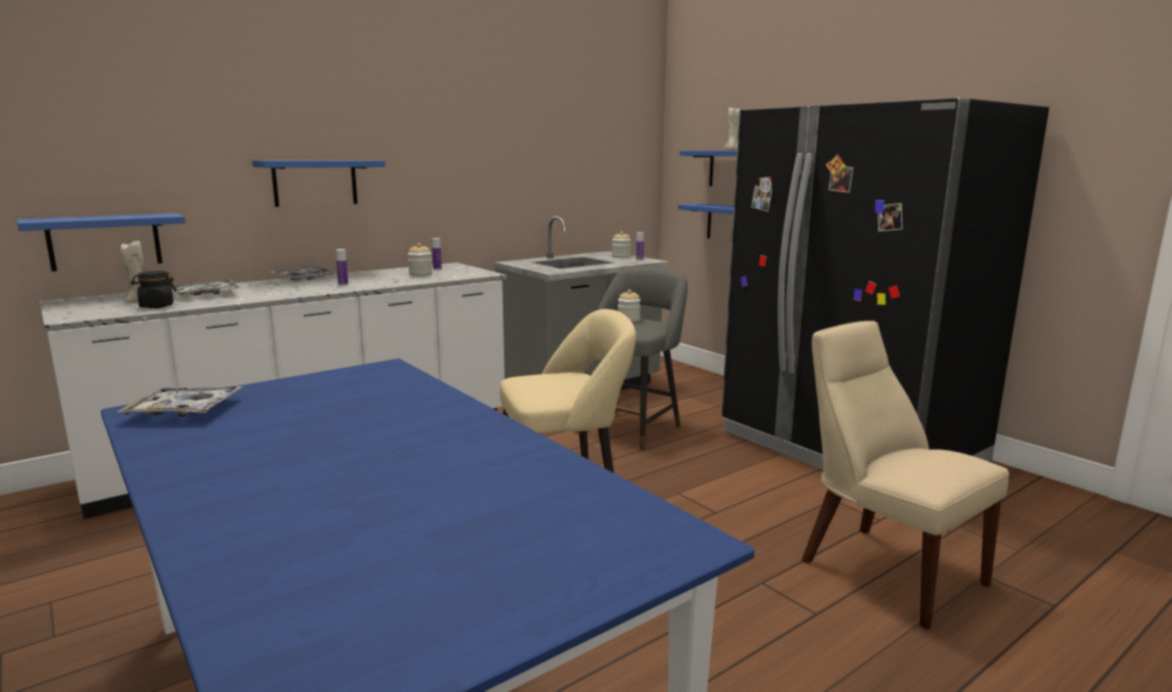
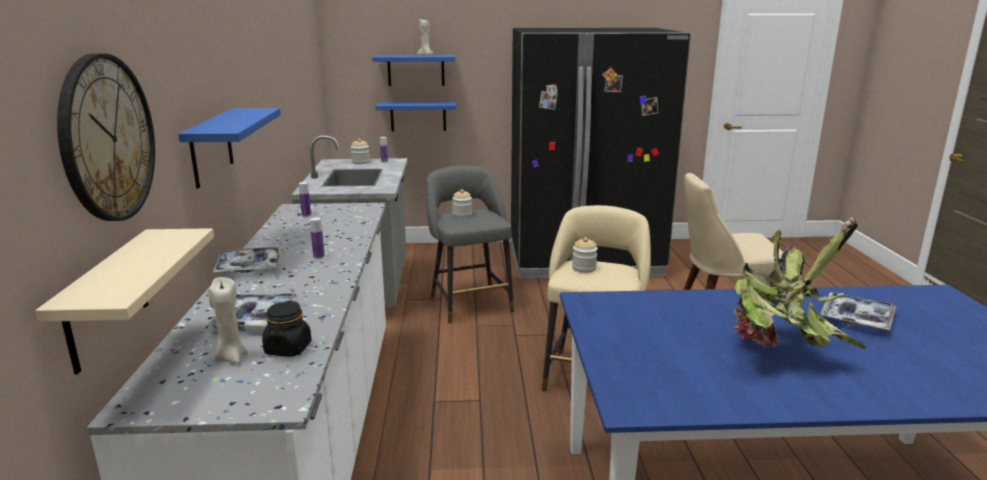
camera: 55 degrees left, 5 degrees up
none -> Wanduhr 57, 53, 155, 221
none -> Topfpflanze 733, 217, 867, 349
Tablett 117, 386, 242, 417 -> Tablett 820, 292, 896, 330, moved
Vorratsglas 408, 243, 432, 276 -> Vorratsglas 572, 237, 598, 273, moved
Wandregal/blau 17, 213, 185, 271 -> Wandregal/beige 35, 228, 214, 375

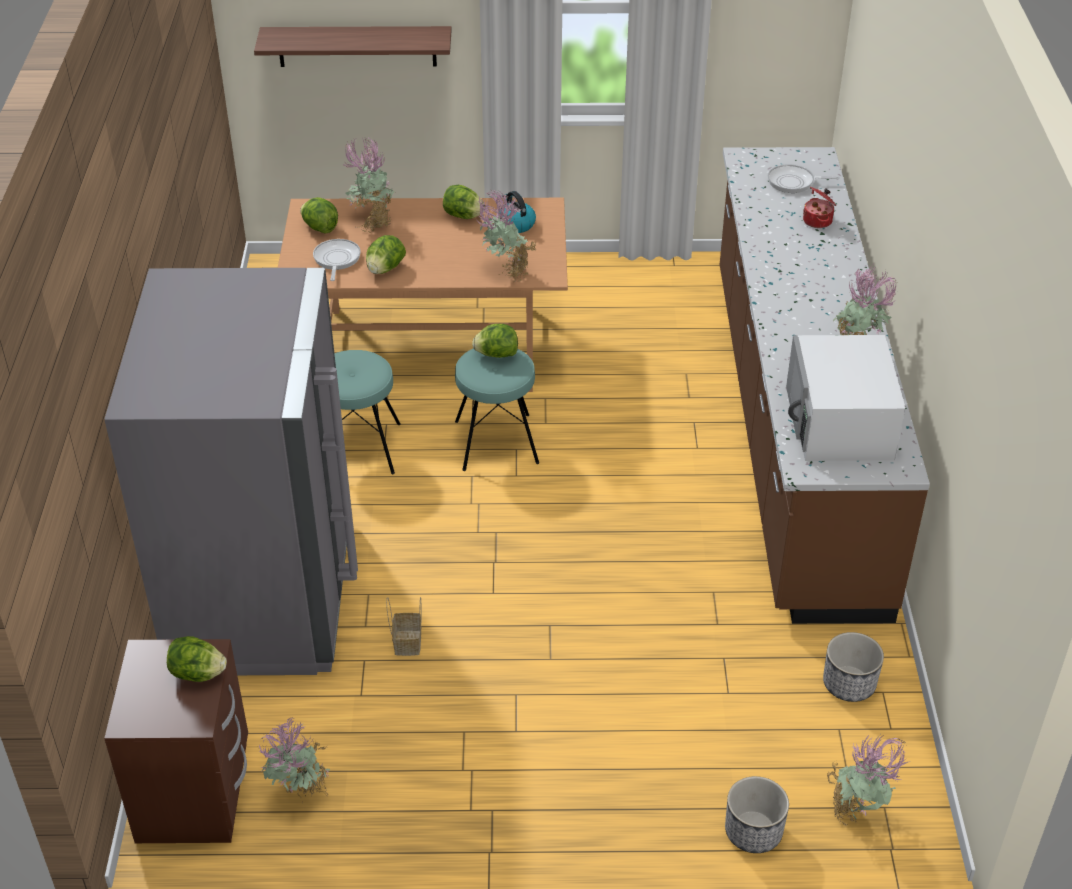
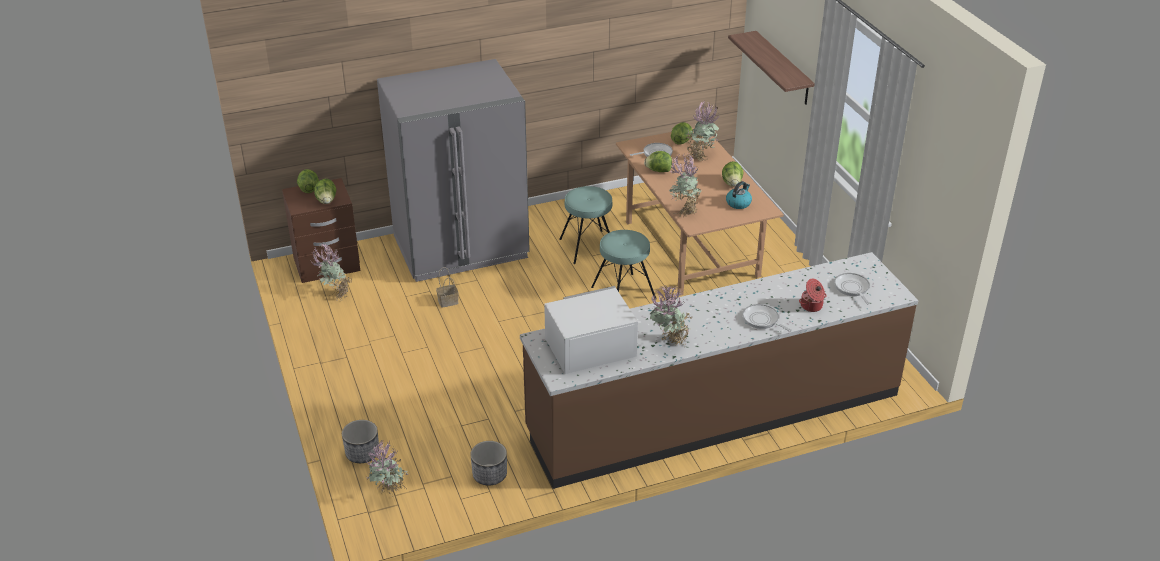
camera: 70 degrees right, 5 degrees down
none -> Pfanne 743, 304, 792, 332
Salatkopf 472, 324, 518, 358 -> Salatkopf 297, 169, 319, 193, moved

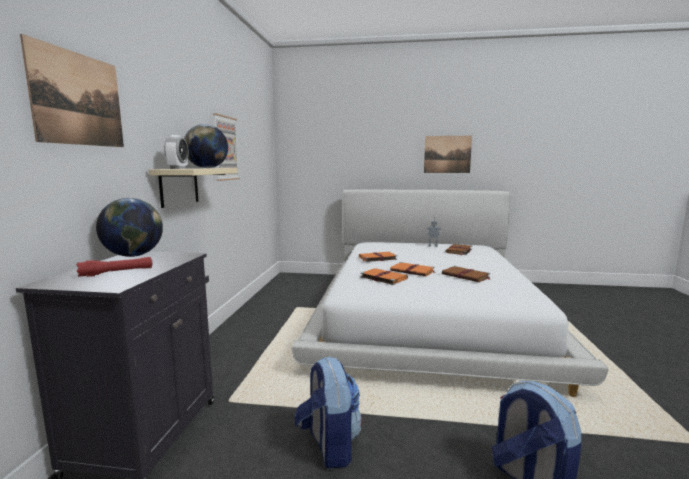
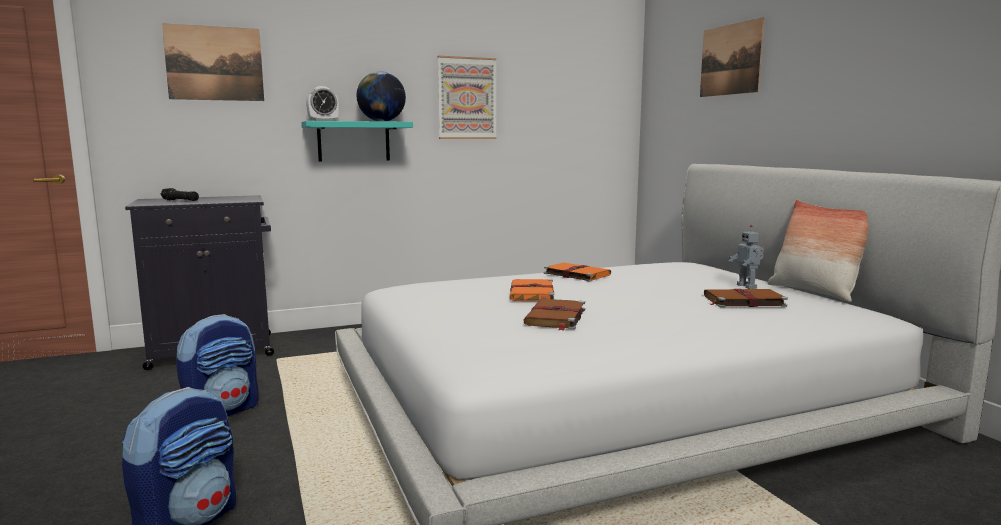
camera: 60 degrees right, 0 degrees up
Globus 96, 198, 163, 257 -> none
Buch/orange 360, 268, 408, 285 -> none
none -> Kissen 767, 200, 868, 302
Bild 424, 136, 472, 173 -> Bild 700, 17, 764, 97, moved
Taschenlampe/rot 76, 257, 153, 277 -> Taschenlampe/schwarz 161, 188, 199, 201
Wandregal/beige 149, 168, 238, 208 -> Wandregal/türkis 301, 121, 413, 161

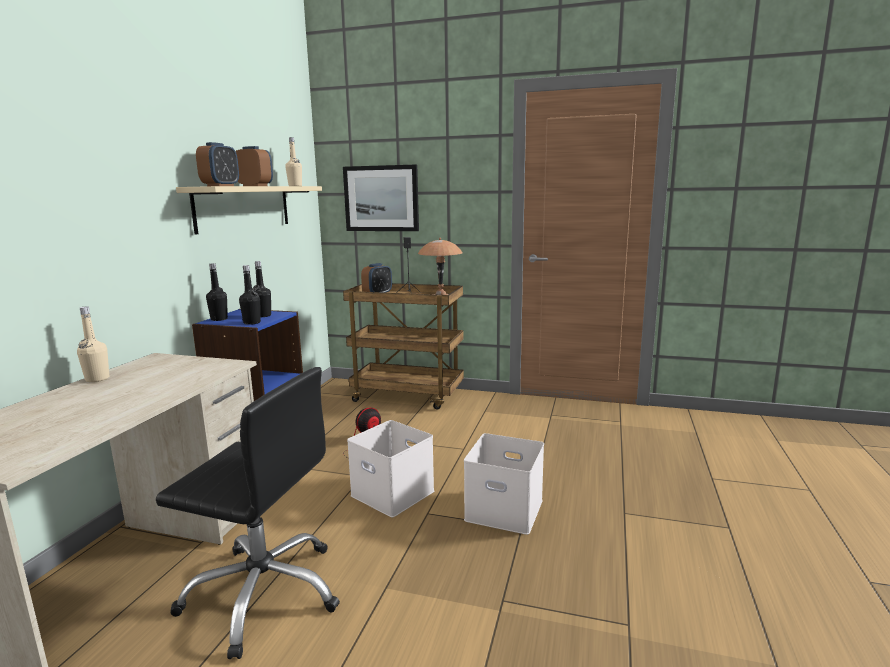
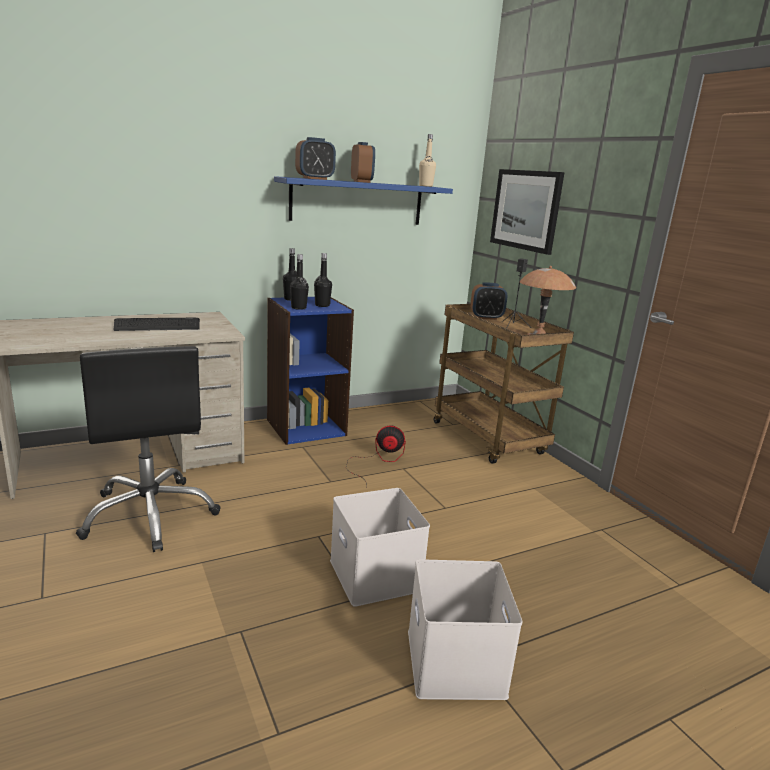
camera: 45 degrees right, 5 degrees up
Flasche/beige 77, 306, 109, 382 -> none
none -> Tastatur 113, 318, 200, 331
Aufbewahrungsbox/weiß 347, 420, 434, 517 -> Aufbewahrungsbox/weiß 408, 559, 522, 700, moved
Wandregal/beige 176, 186, 322, 235 -> Wandregal/blau 274, 176, 453, 225

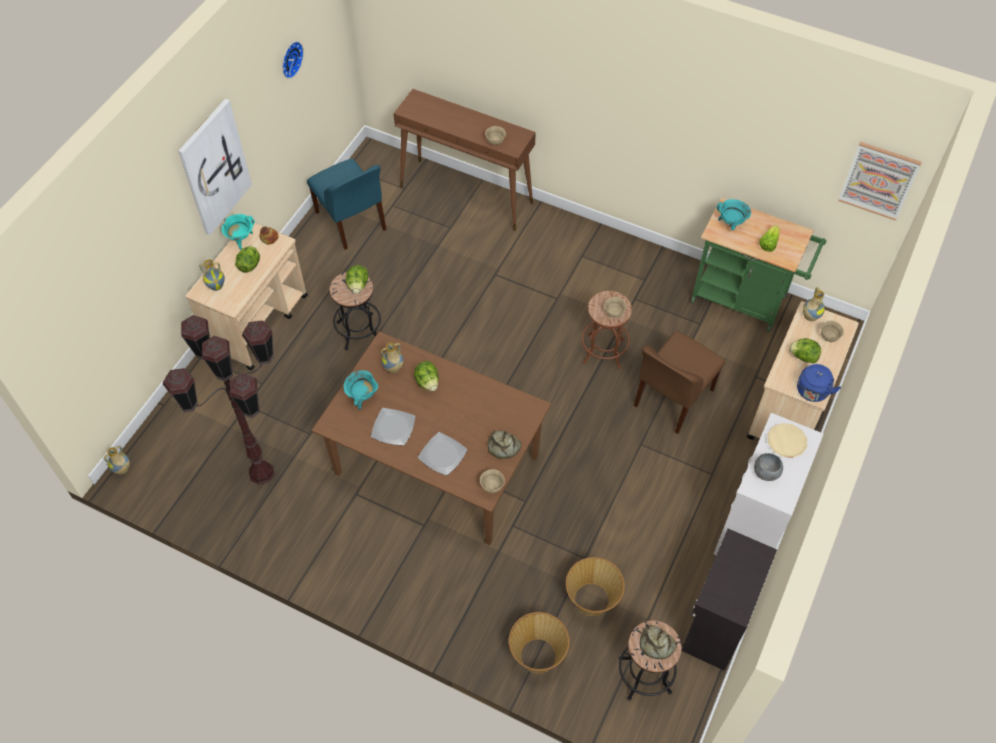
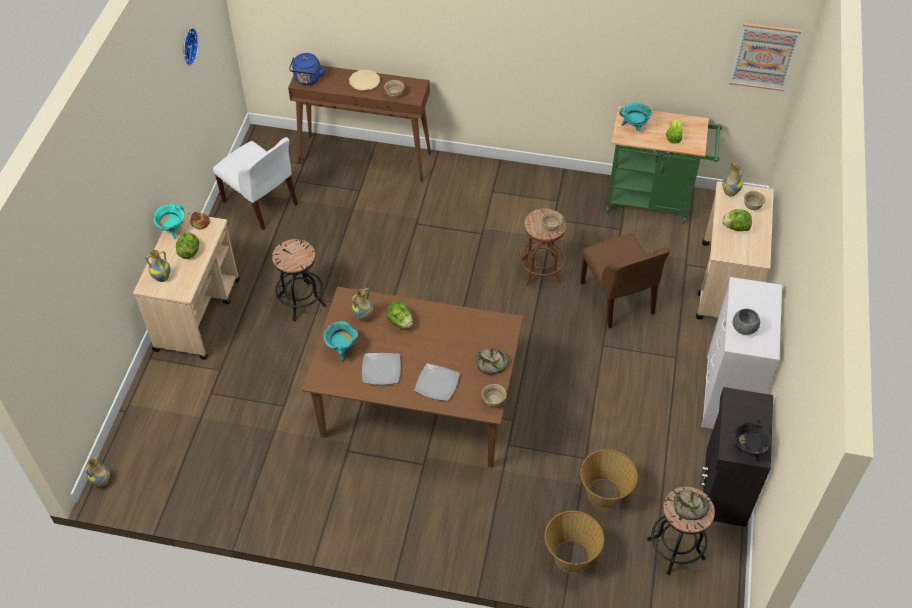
camera: 15 degrees left, 5 degrees down
Stehlampe/braun 163, 315, 275, 485 -> none
Bild 178, 99, 252, 235 -> none
Salatkopf 345, 265, 368, 294 -> none
none -> Kochtopf/schwarz 733, 419, 771, 461
Teller/beige 768, 423, 807, 458 -> Teller/beige 349, 70, 380, 91, moved
Wasserkessel/blau 797, 364, 841, 402 -> Wasserkessel/blau 289, 53, 326, 85, moved
Stuhl/blau 307, 159, 386, 250 -> Stuhl/weiß 213, 137, 298, 230
Stuhl/braun 634, 331, 725, 434 -> Stuhl/braun 580, 234, 670, 328, 45 degrees counterclockwise

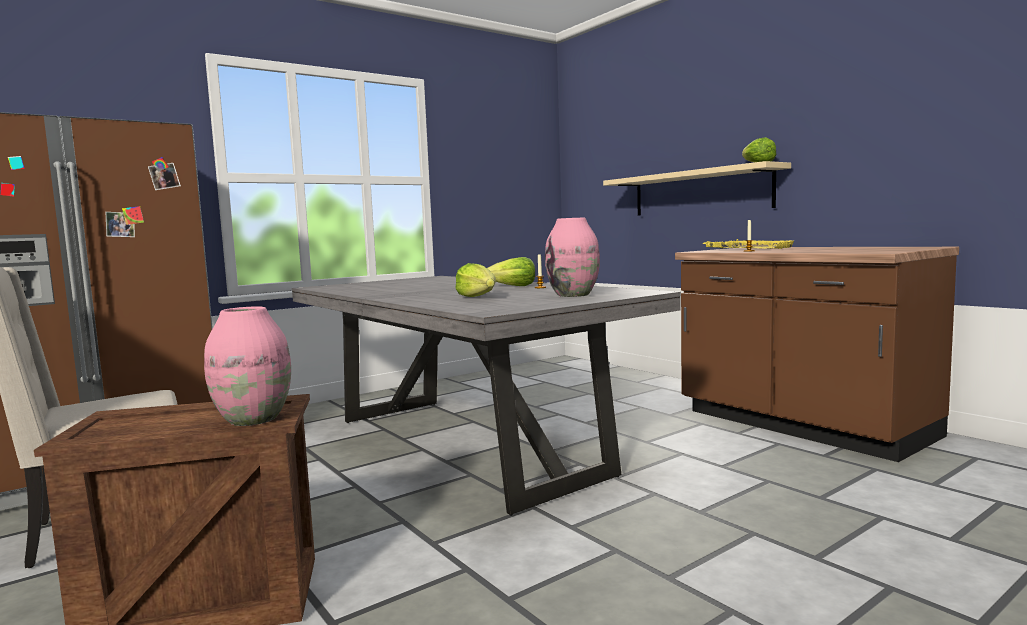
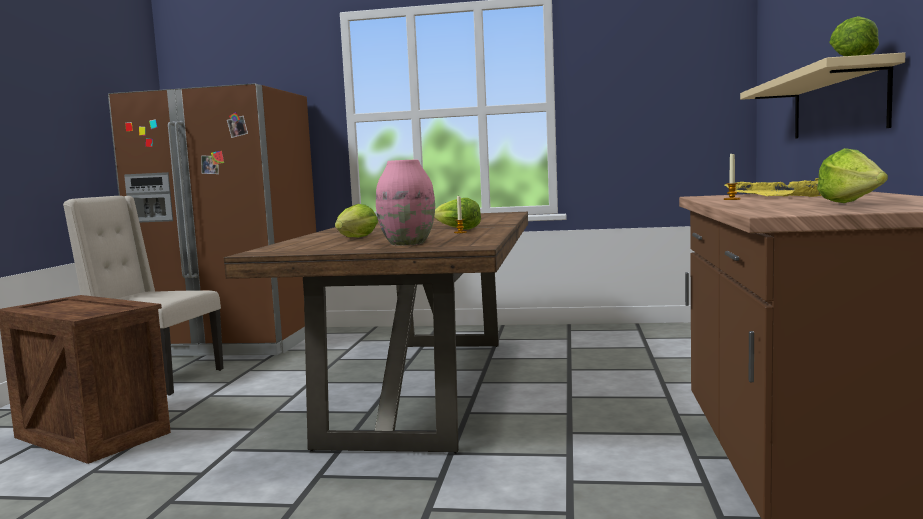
camera: 45 degrees right, 0 degrees up
Vase/rosa 204, 306, 291, 426 -> none
none -> Salatkopf 817, 148, 888, 203
Esstisch/grau 292, 276, 681, 516 -> Esstisch/braun 224, 212, 528, 454

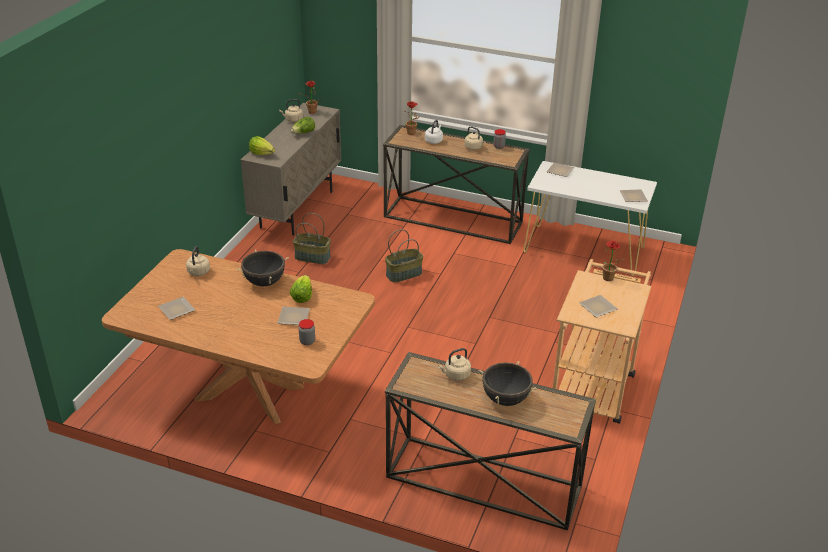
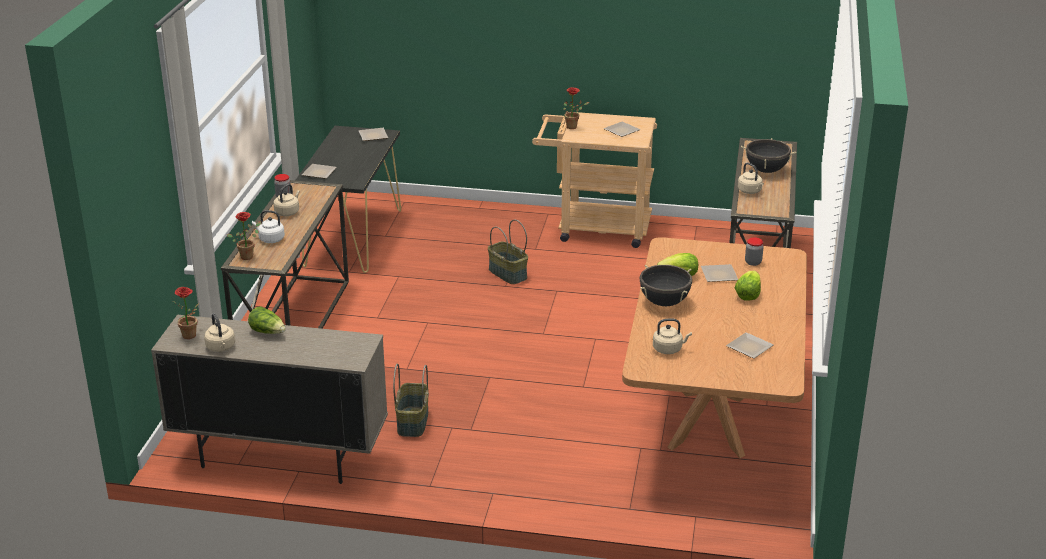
camera: 100 degrees left, 5 degrees down
Salatkopf 249, 136, 275, 155 -> Salatkopf 735, 271, 761, 301, moved
Korb 385, 229, 423, 283 -> Korb 488, 219, 528, 284, moved
Konsolentisch/weiß 524, 161, 657, 276 -> Konsolentisch/schwarz 295, 126, 401, 273

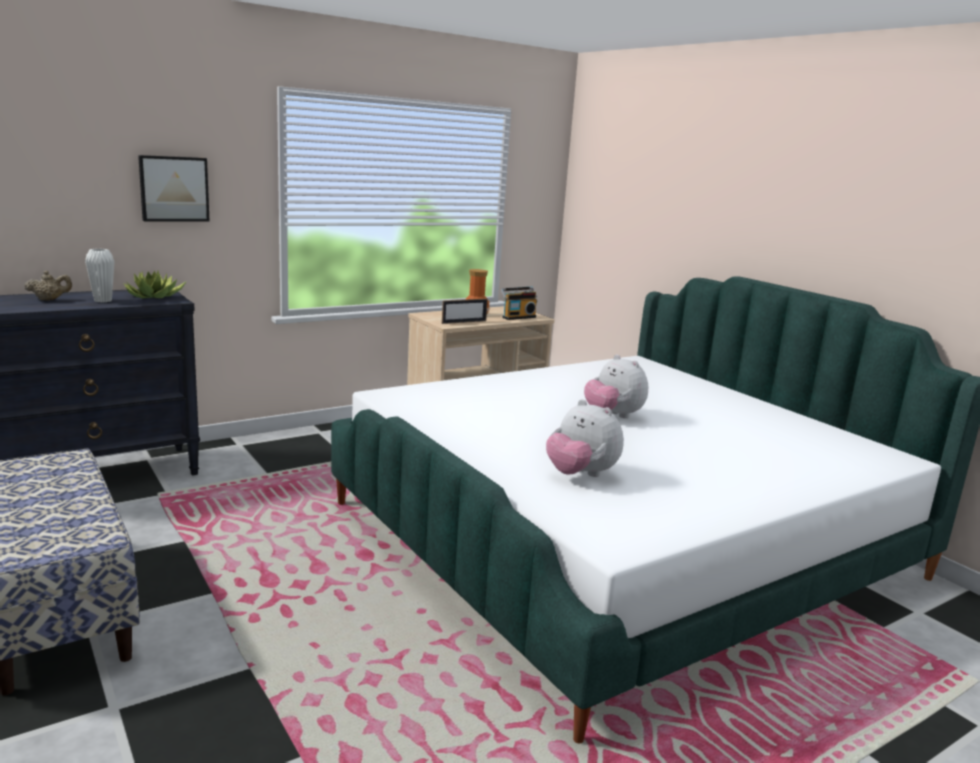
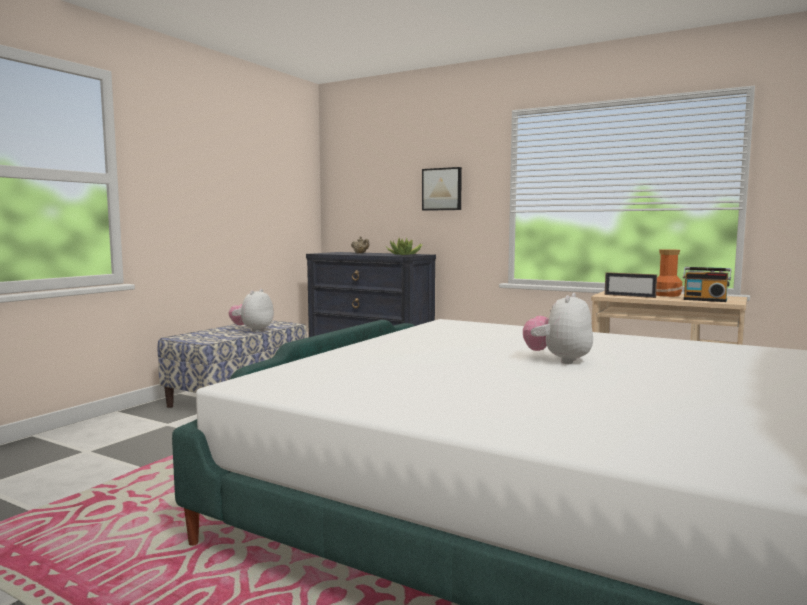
camera: 65 degrees right, 10 degrees down
Vase/weiß 85, 249, 114, 303 -> none
Plüschtier 546, 399, 624, 477 -> Plüschtier 229, 289, 274, 332, moved

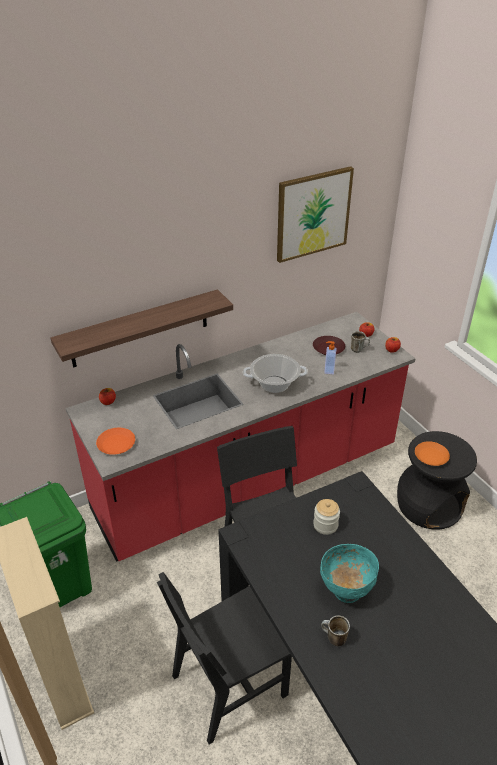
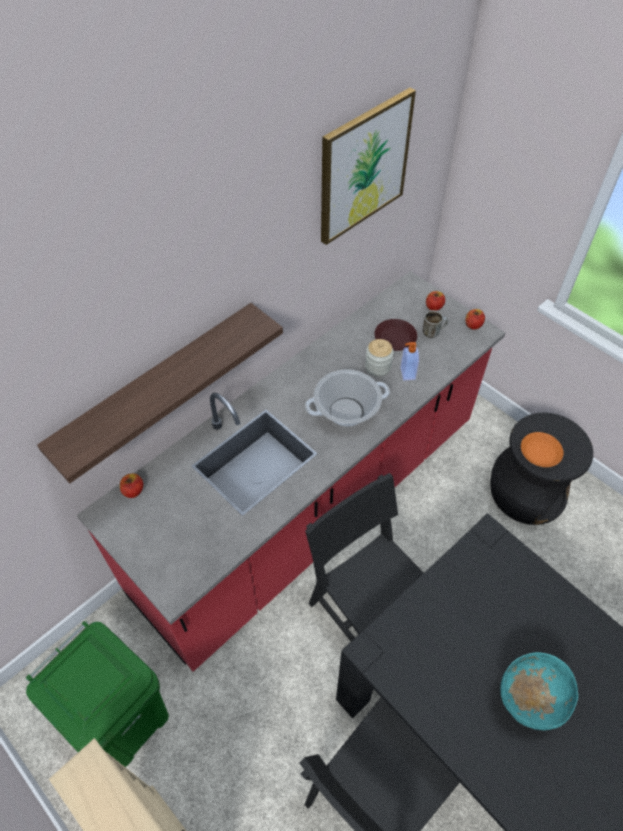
camera: 15 degrees left, 15 degrees up
Teller/orange 96, 428, 135, 455 -> none
Henkelbecher 321, 615, 350, 647 -> none
Vorratsglas 313, 499, 340, 535 -> Vorratsglas 365, 339, 394, 377, moved

